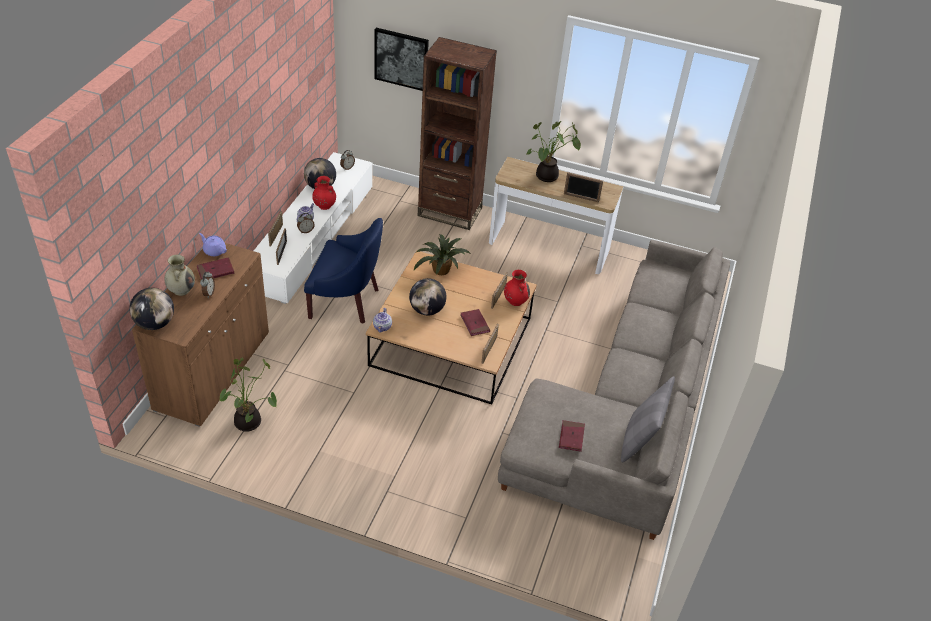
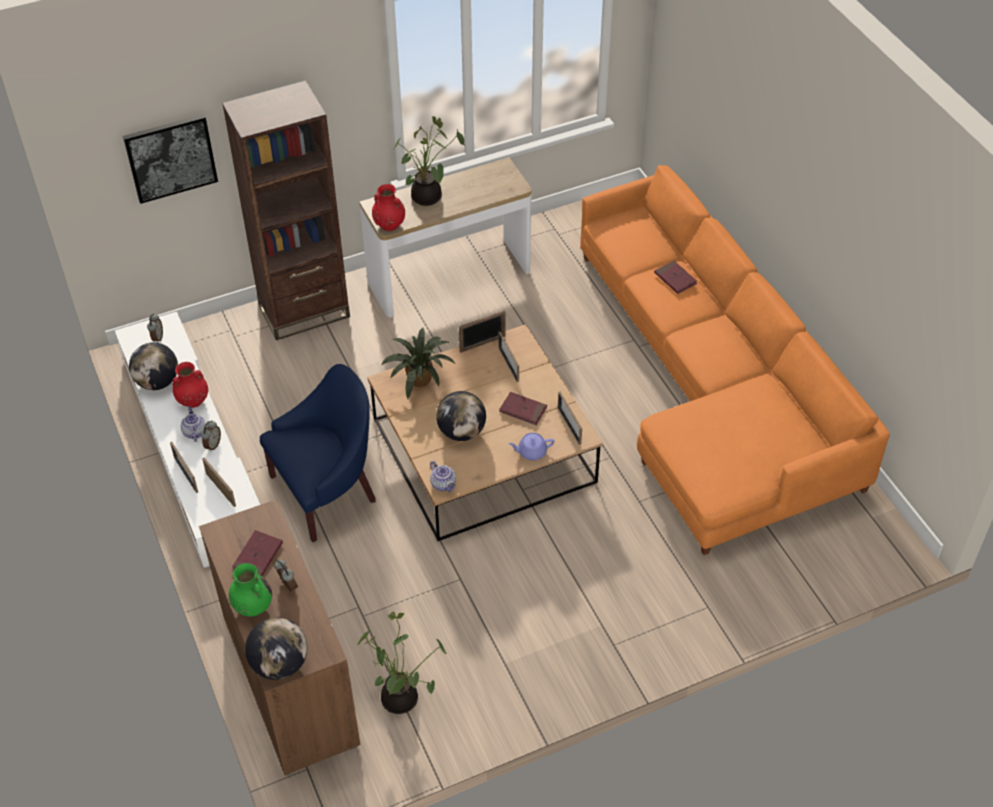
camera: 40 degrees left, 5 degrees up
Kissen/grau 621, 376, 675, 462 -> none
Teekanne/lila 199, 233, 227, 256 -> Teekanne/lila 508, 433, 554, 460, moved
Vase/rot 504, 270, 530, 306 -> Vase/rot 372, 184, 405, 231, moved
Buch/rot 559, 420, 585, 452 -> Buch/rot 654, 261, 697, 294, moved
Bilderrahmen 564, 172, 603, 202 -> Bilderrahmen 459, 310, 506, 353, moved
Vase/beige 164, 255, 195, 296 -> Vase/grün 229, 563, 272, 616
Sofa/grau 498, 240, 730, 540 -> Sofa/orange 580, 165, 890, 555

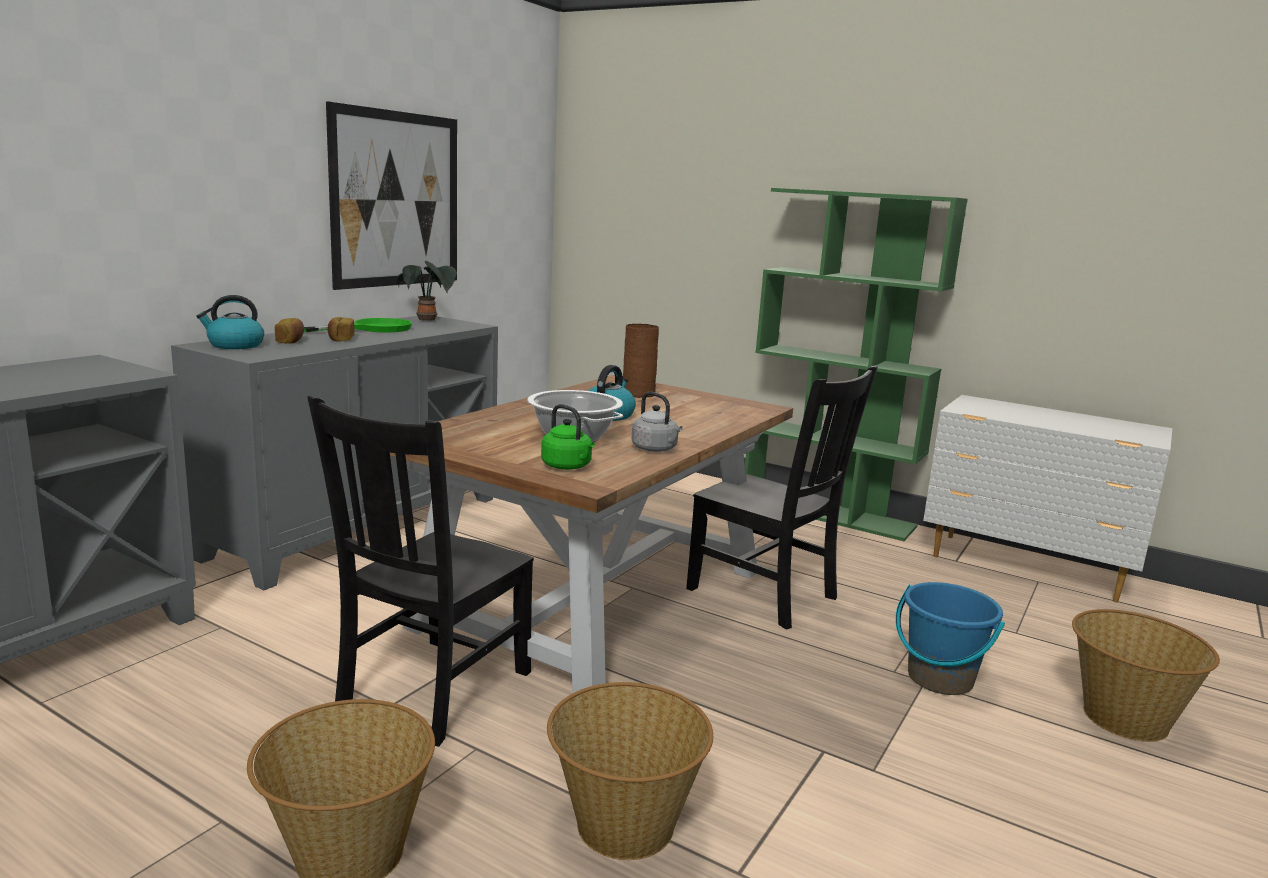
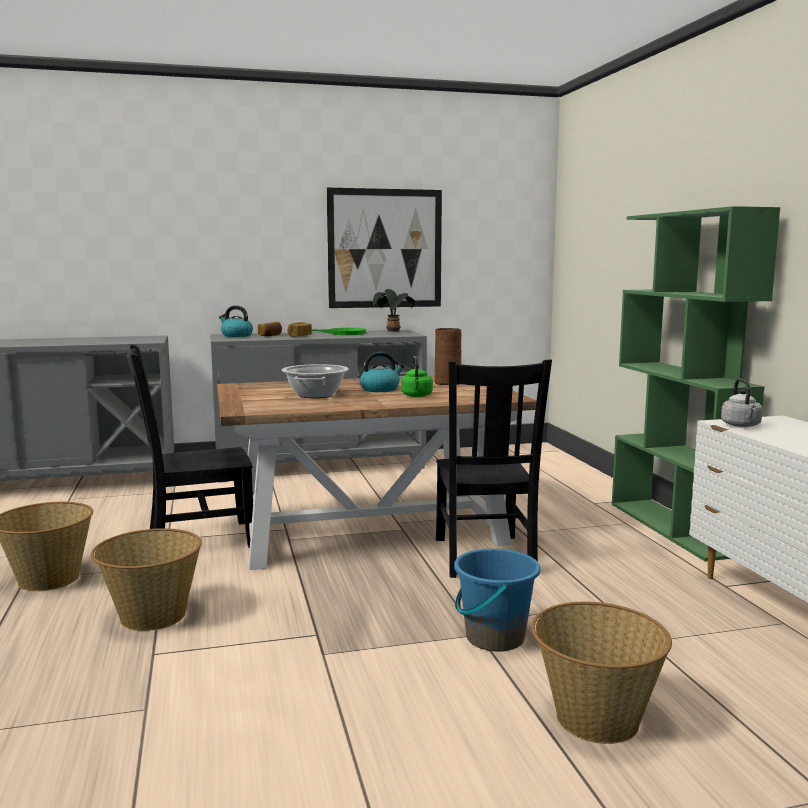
camera: 45 degrees right, 5 degrees down
Wasserkessel/grün 541, 404, 595, 470 -> Wasserkessel/grün 401, 356, 433, 397, moved
Wasserkessel/grau 632, 392, 683, 452 -> Wasserkessel/grau 721, 379, 762, 427, moved

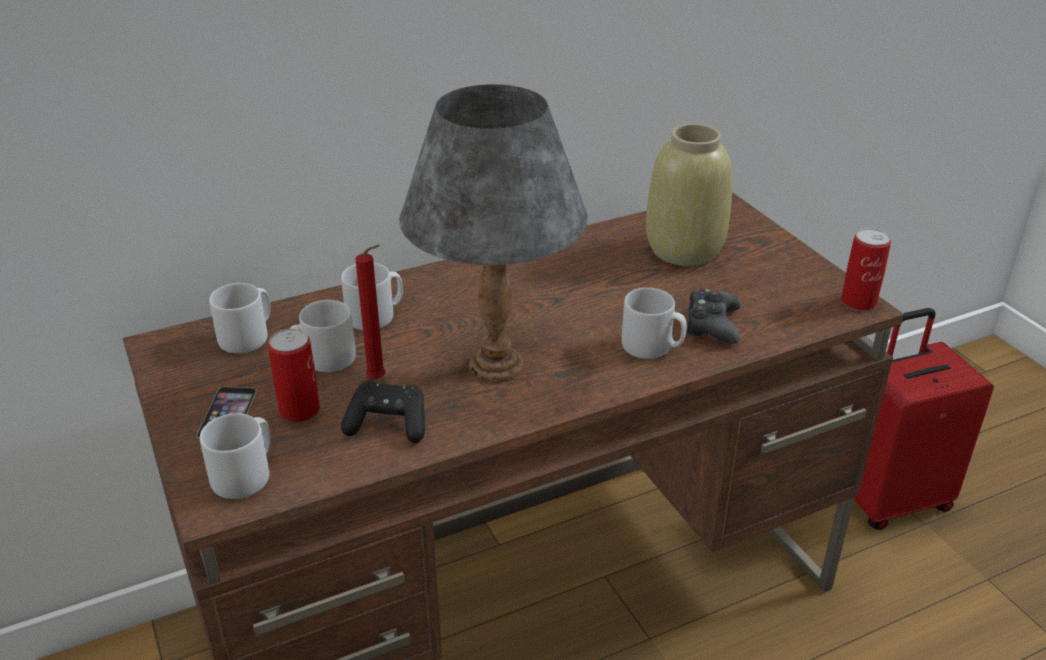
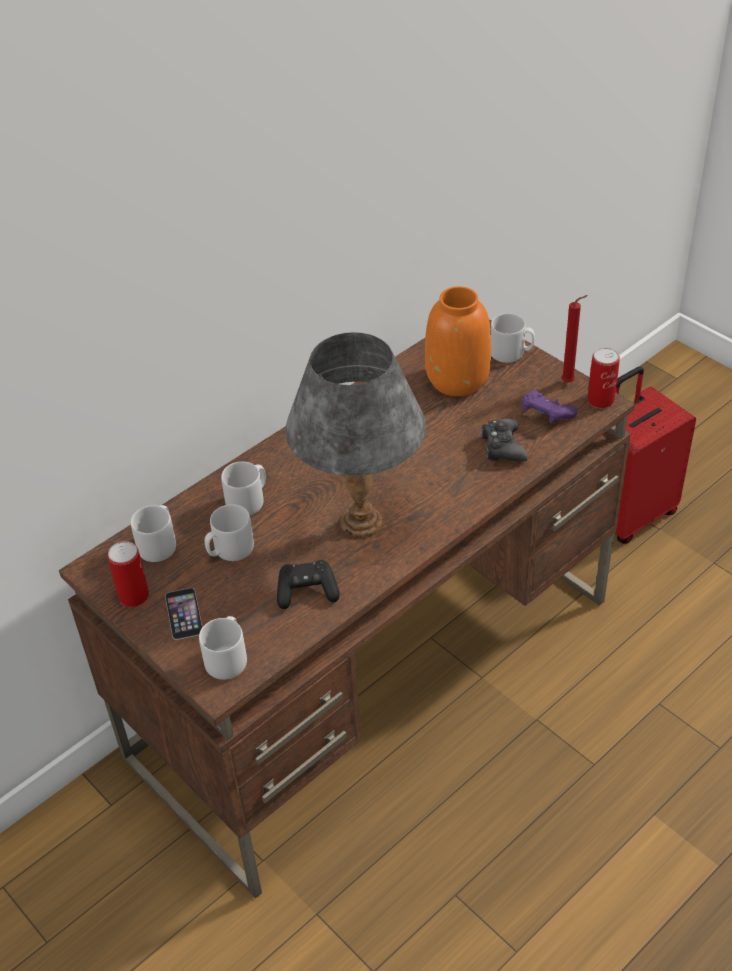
camera: 15 degrees left, 10 degrees up
none -> Gamepad/lila 522, 390, 578, 423
Dose 268, 329, 320, 422 -> Dose 108, 541, 149, 607, moved
Kerze/rot 355, 245, 386, 379 -> Kerze/rot 562, 295, 588, 383, moved
Henkelbecher/grau 622, 288, 687, 359 -> Henkelbecher/grau 491, 313, 535, 363, moved
Vase/beige 646, 124, 732, 266 -> Vase/orange 425, 286, 491, 396

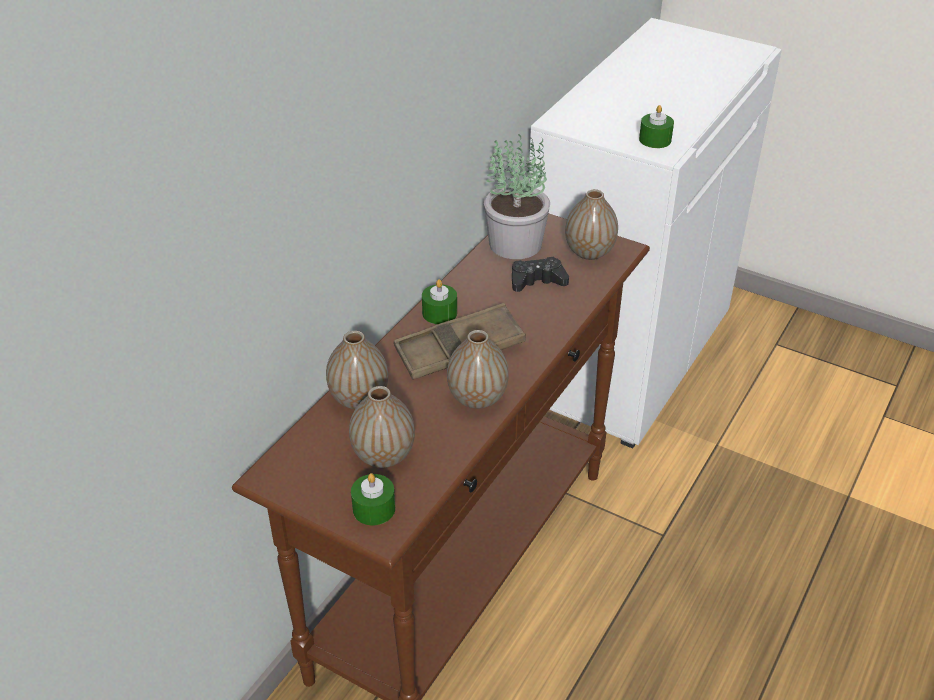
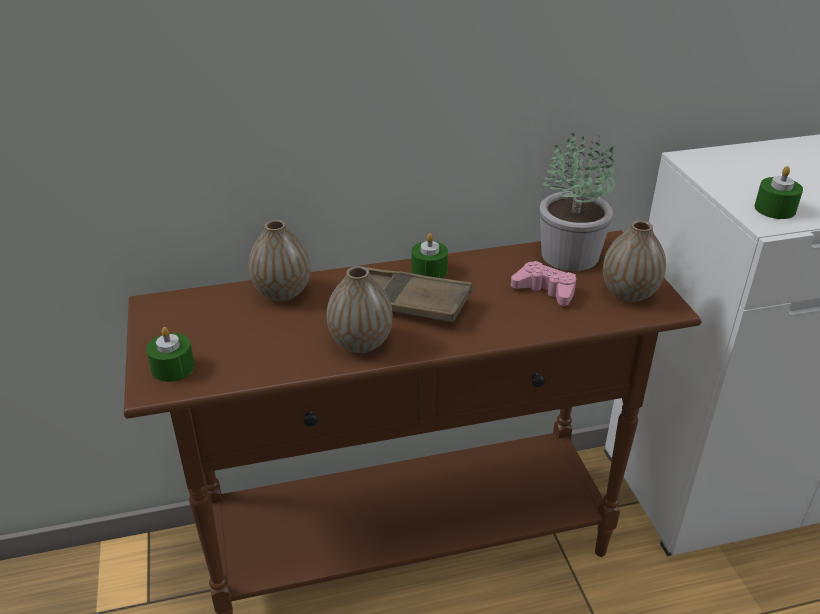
camera: 45 degrees right, 5 degrees down
Vase 349, 386, 415, 468 -> none
Gamepad/schwarz 512, 257, 569, 292 -> Gamepad/rosa 511, 261, 576, 306

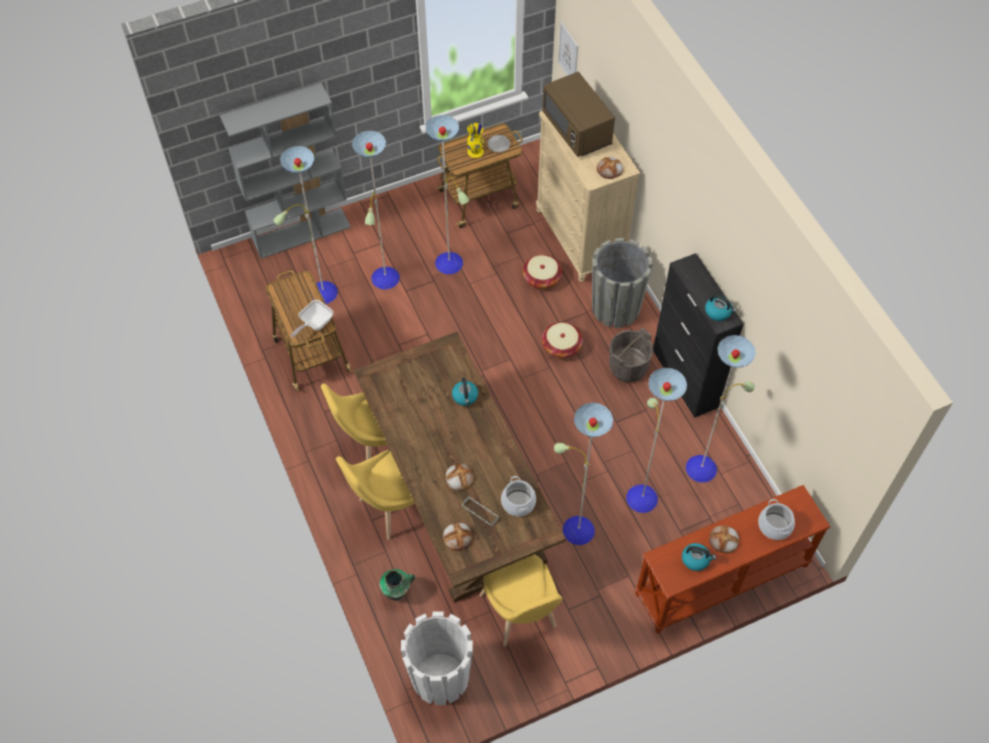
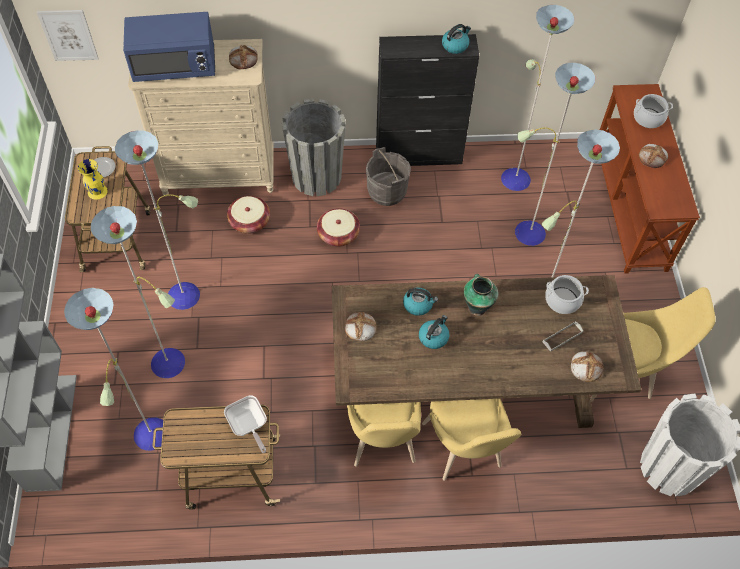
camera: 70 degrees left, 0 degrees up
Vase 379, 569, 415, 601 -> Vase 463, 274, 499, 316, moved
Brot 446, 464, 474, 490 -> Brot 345, 312, 376, 341, moved
Wasserkessel 682, 543, 716, 571 -> Wasserkessel 419, 315, 449, 349, moved
Mikrowelle/braun 543, 72, 615, 157 -> Mikrowelle/blau 123, 12, 215, 82

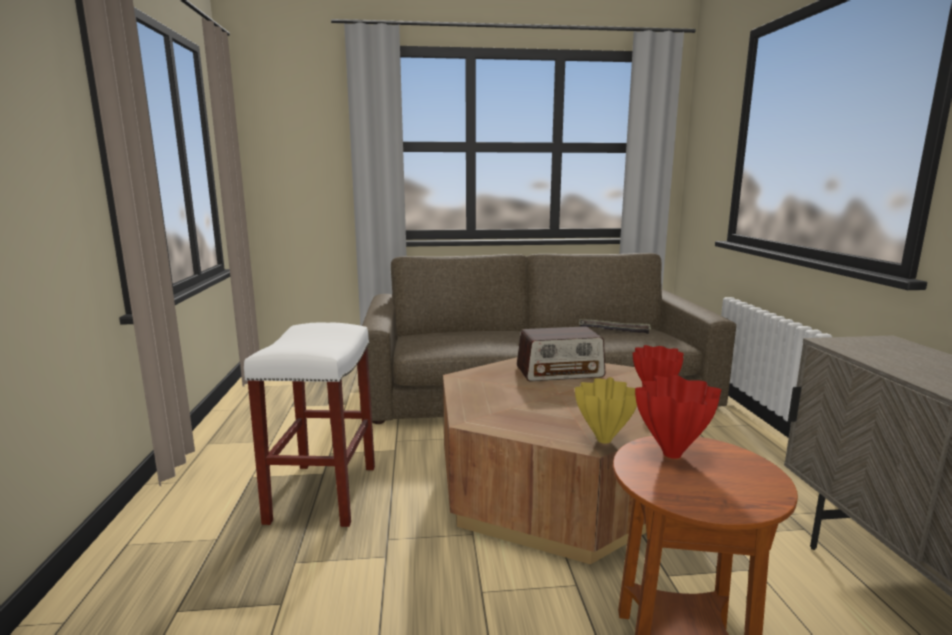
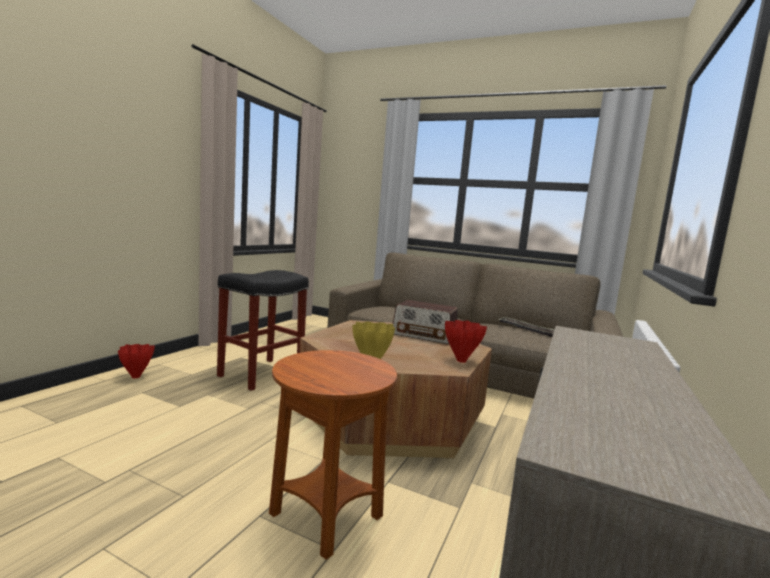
camera: 30 degrees right, 5 degrees down
Vase/rot 635, 375, 722, 459 -> Vase/rot 118, 344, 155, 379, moved
Hocker/weiß 244, 322, 375, 527 -> Hocker/schwarz 217, 270, 309, 391

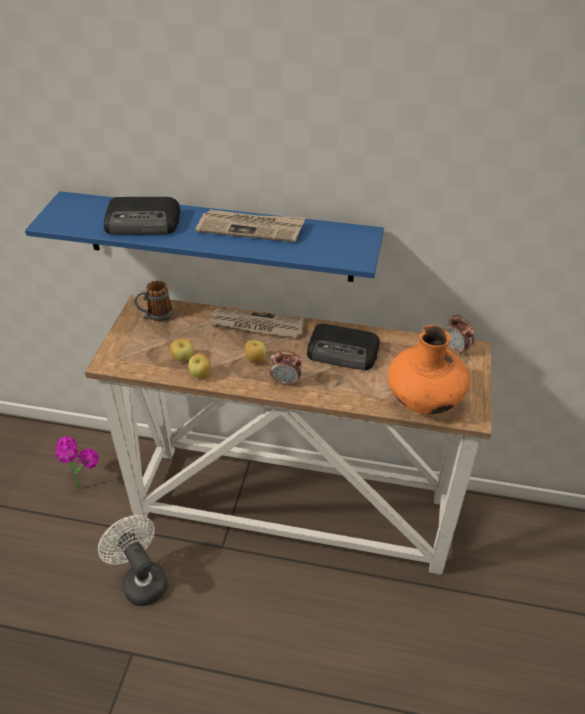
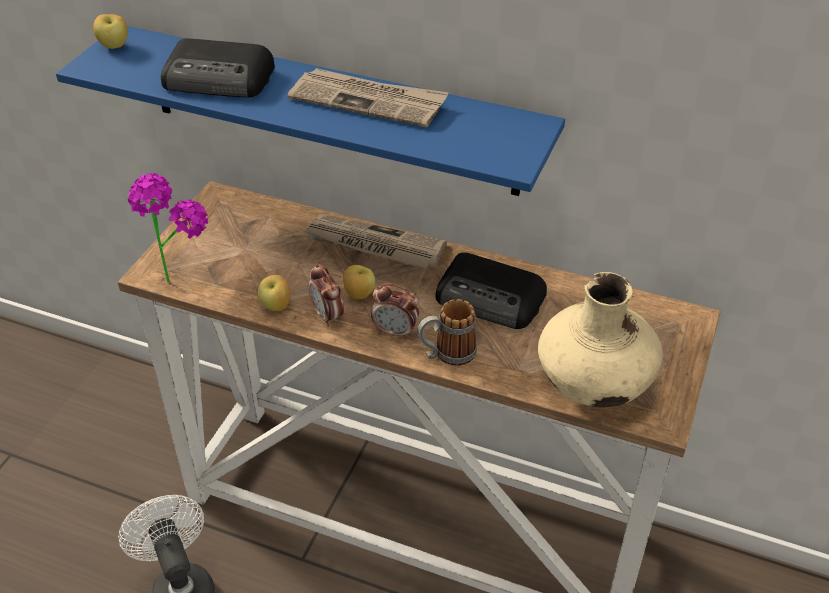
camera: 10 degrees right, 0 degrees up
Topfpflanze 55, 436, 99, 489 -> Topfpflanze 128, 173, 208, 282, moved
Henkelbecher 133, 280, 173, 321 -> Henkelbecher 417, 299, 477, 366, moved
Apfel 170, 339, 193, 362 -> Apfel 93, 14, 128, 49, moved
Wecker 446, 315, 475, 355 -> Wecker 309, 264, 344, 327, moved
Vase/orange 388, 325, 470, 414 -> Vase/beige 538, 272, 663, 408

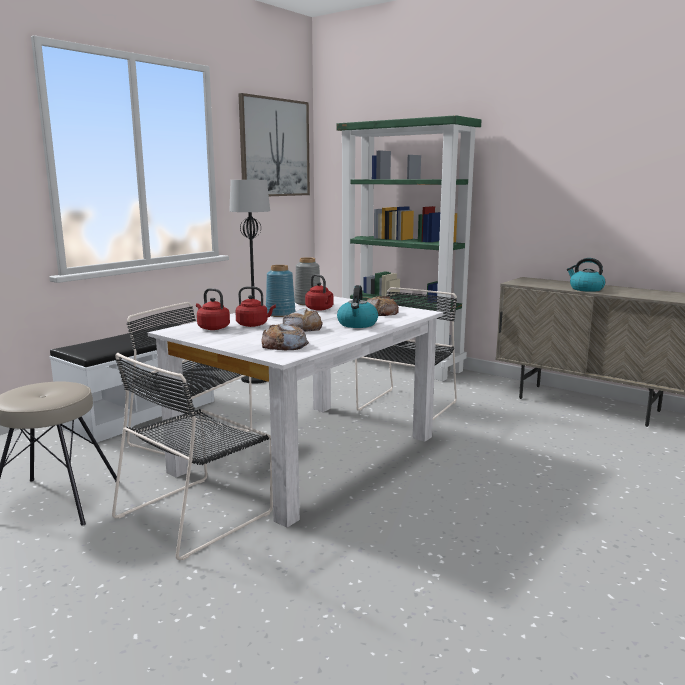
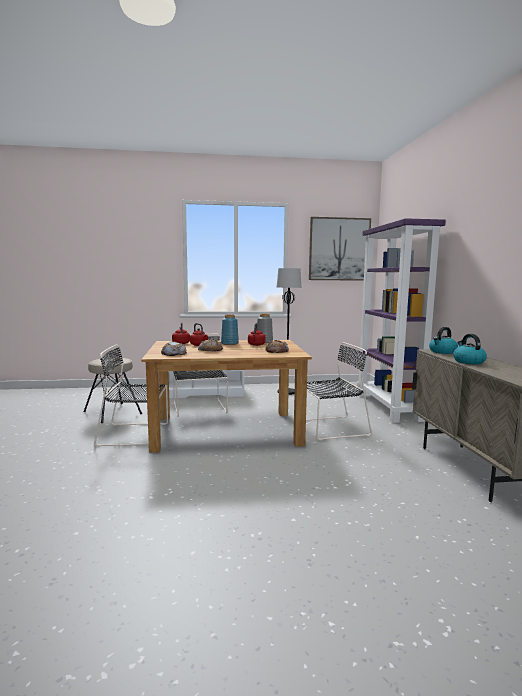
camera: 45 degrees right, 5 degrees down
Wasserkessel 337, 285, 378, 328 -> Wasserkessel 429, 327, 458, 354, moved
Esstisch/weiß 148, 297, 443, 528 -> Esstisch/braun 141, 340, 312, 453
Bücherregal/grün 336, 115, 481, 381 -> Bücherregal/lila 357, 218, 446, 423

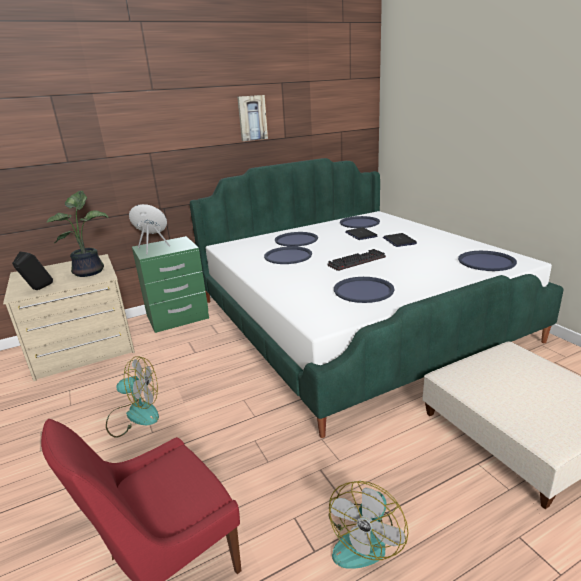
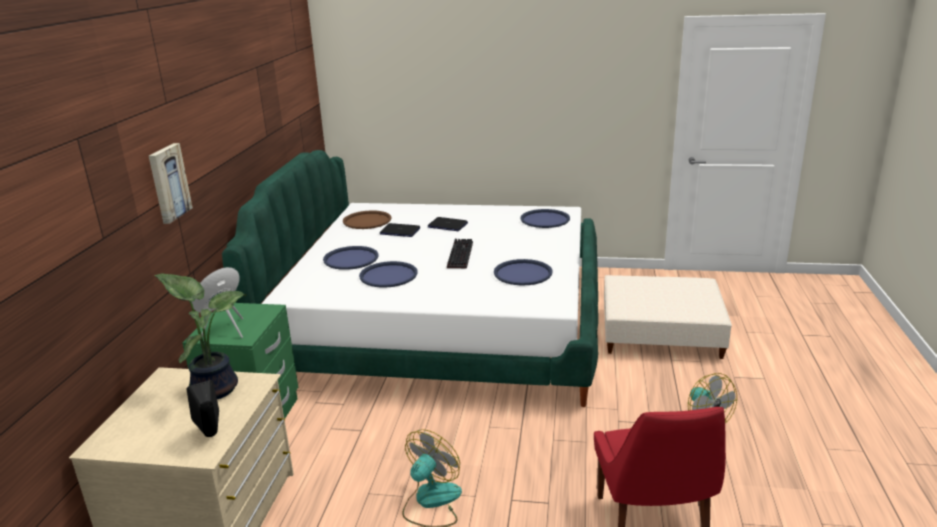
camera: 55 degrees left, 0 degrees up
Bild 237, 95, 268, 141 -> Bild 149, 143, 193, 224, moved
Tablett/blau 340, 216, 380, 228 -> Tablett/braun 343, 210, 391, 229

